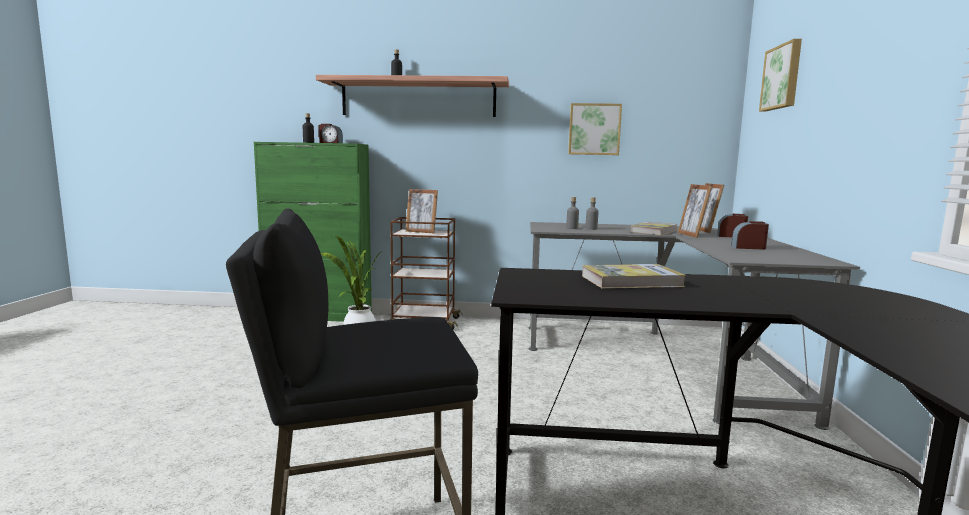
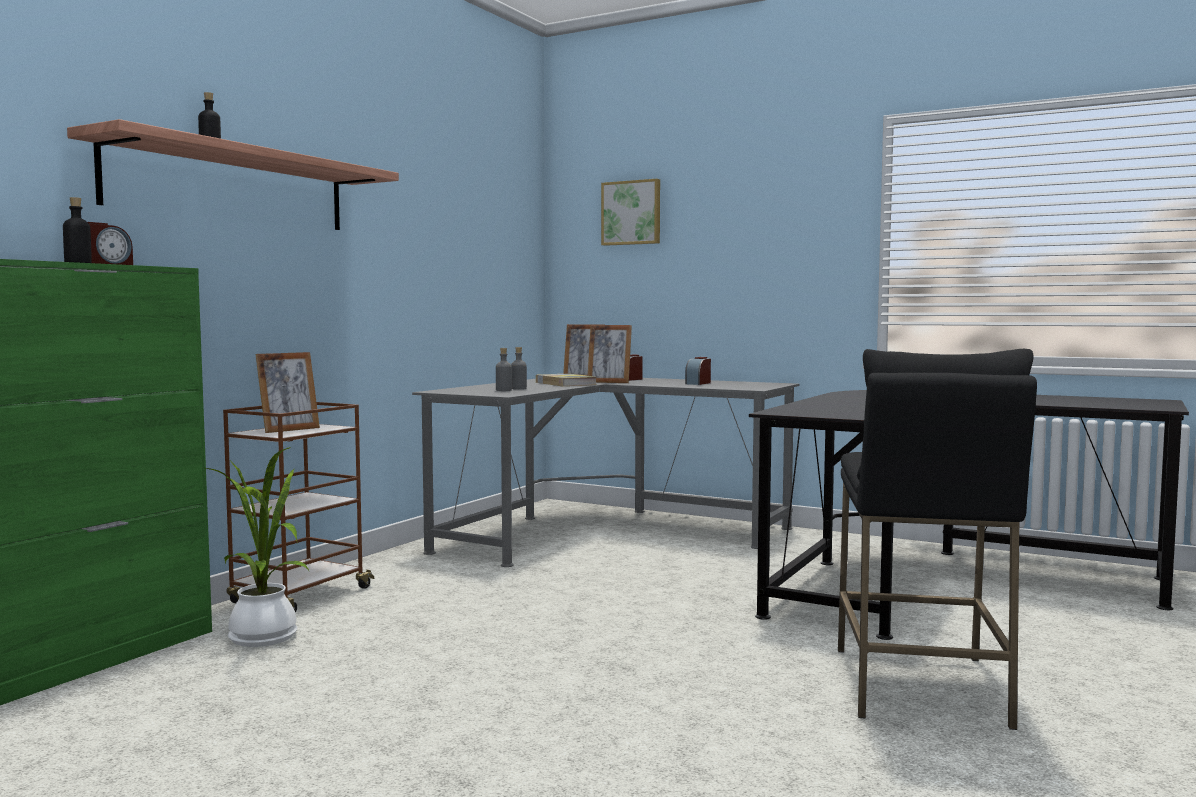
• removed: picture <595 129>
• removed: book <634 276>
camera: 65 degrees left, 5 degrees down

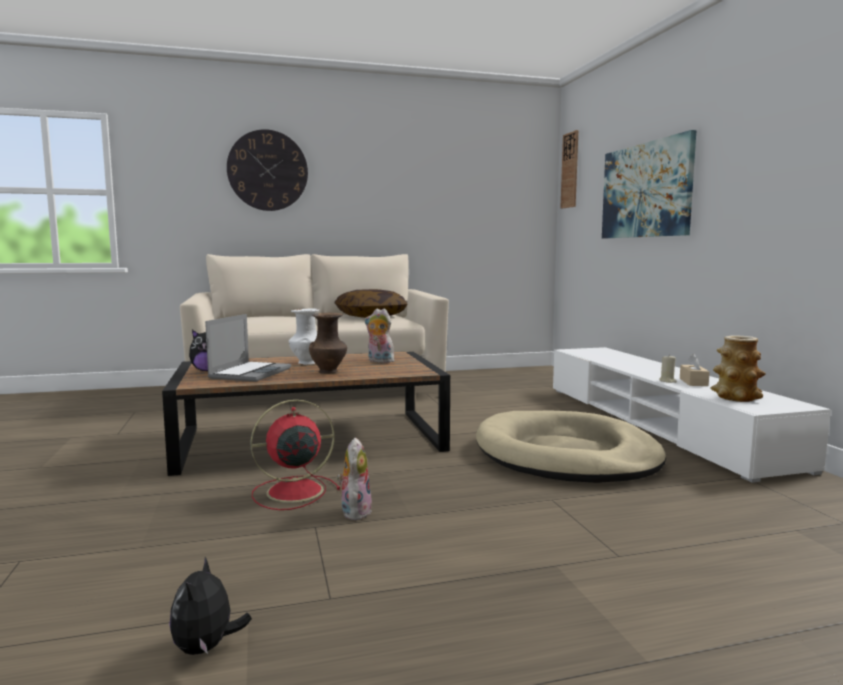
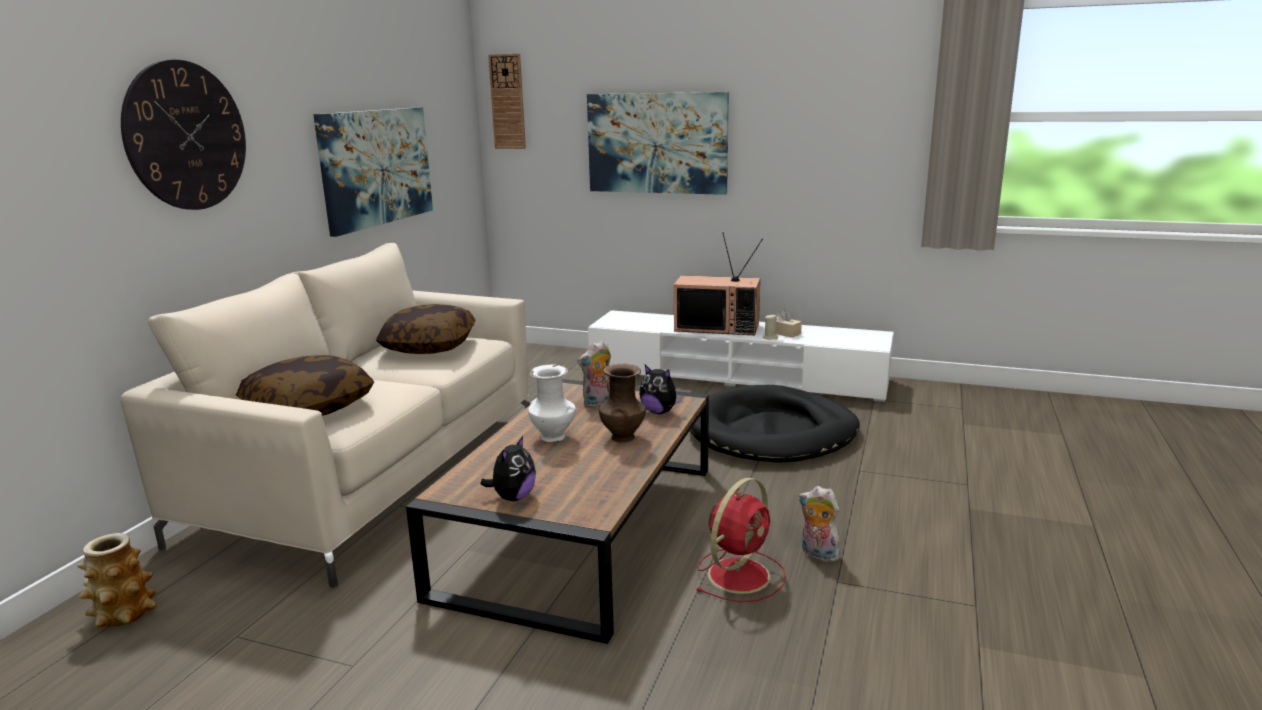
• moved: vase <738 369> to <117 580>
• added: pillow <305 385>
• added: picture <373 172>
• moved: plush toy <211 606> to <661 389>
• added: television <718 283>
• recoloured: dog bed in beige <571 447> to dog bed in black <775 424>
• turned: fan in red <295 454> = <741 540> 150 degrees counterclockwise
• removed: laptop <248 348>
camera: 55 degrees left, 10 degrees up

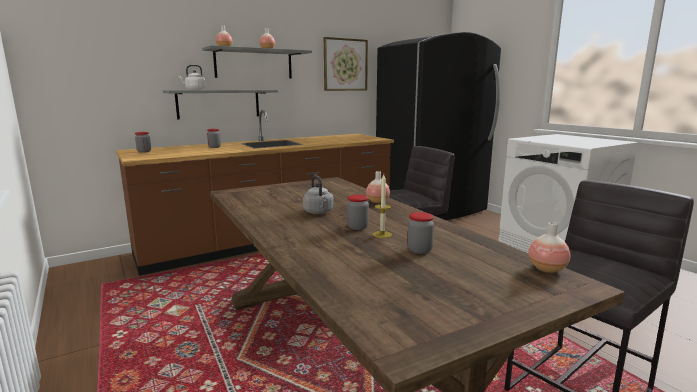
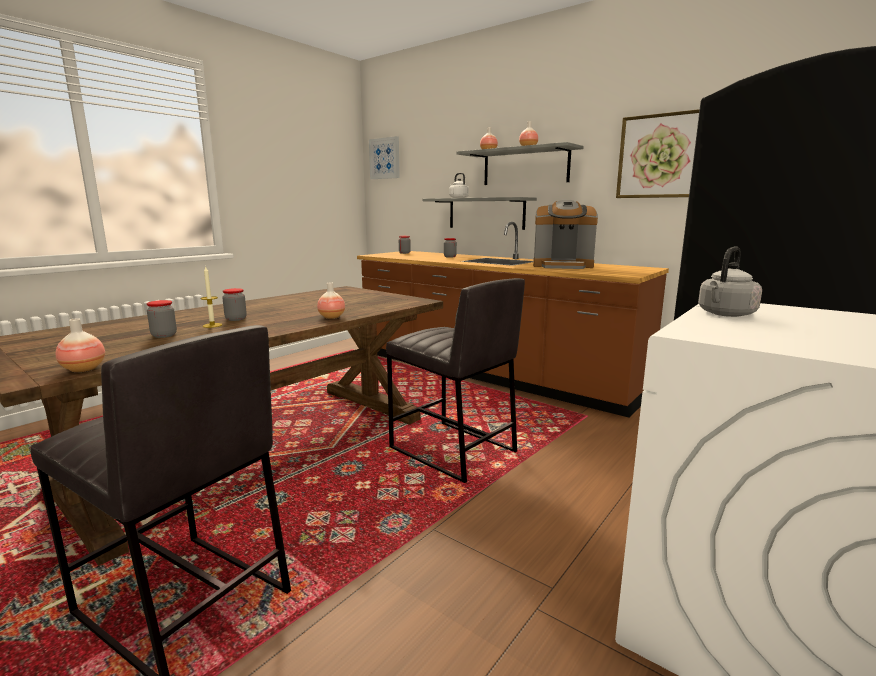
• added: picture <384 157>
• added: coffee machine <565 234>
• moved: kettle in grey <318 194> to <730 282>
camera: 70 degrees right, 0 degrees up

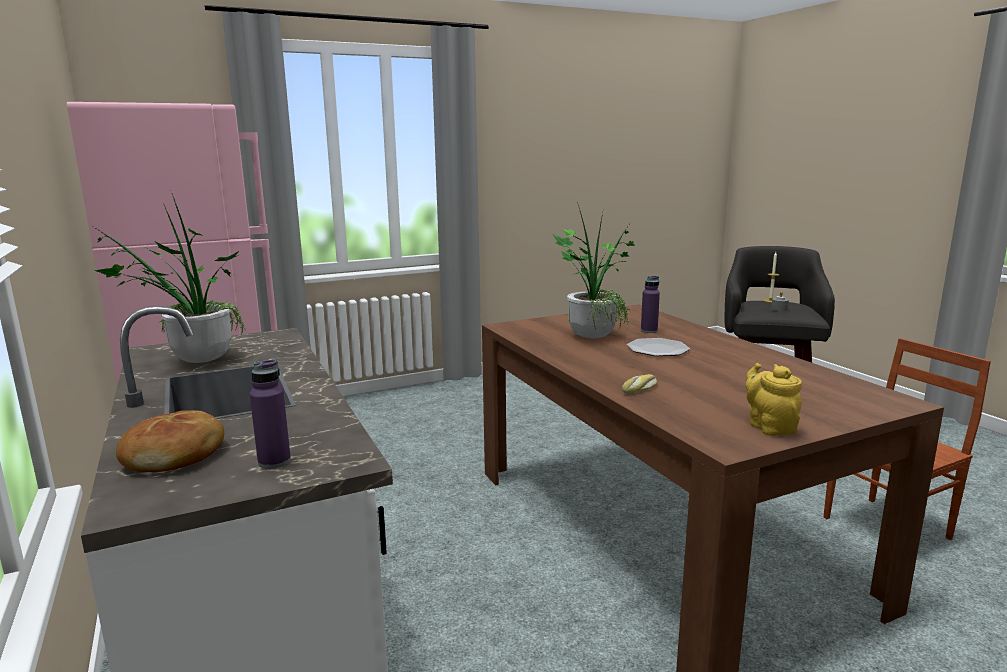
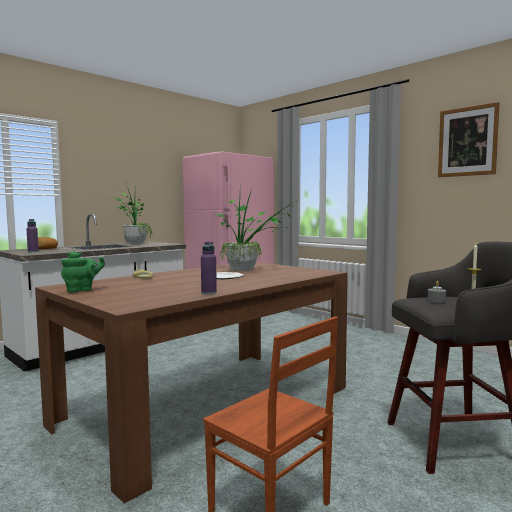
• recoloured: teapot in yellow <774 399> to teapot in green <83 271>
• moved: bottle in purple <650 304> to <209 268>
• added: picture <469 139>
camera: 70 degrees right, 10 degrees down

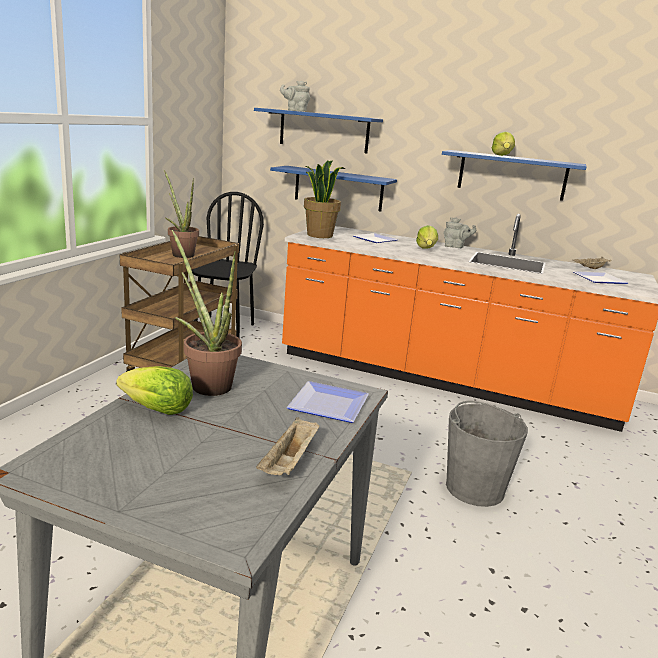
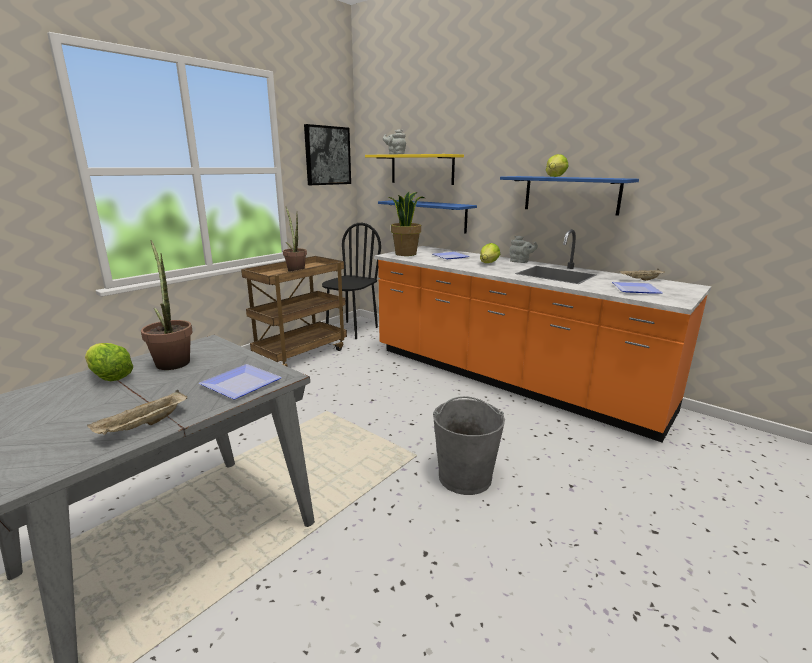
• added: picture <327 154>
• recoloured: shelf in blue <318 130> to shelf in yellow <414 169>
camera: 20 degrees right, 0 degrees up

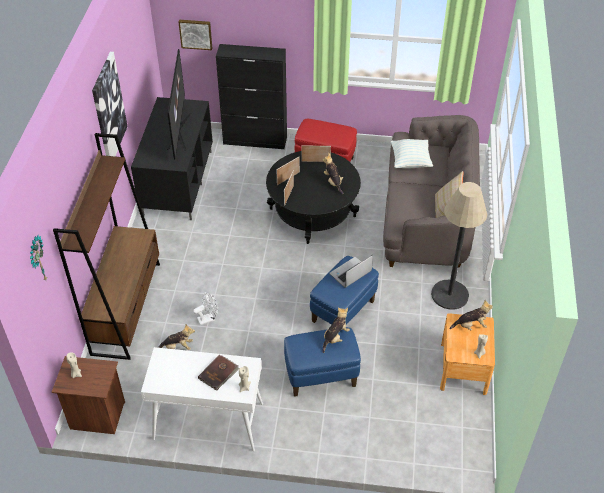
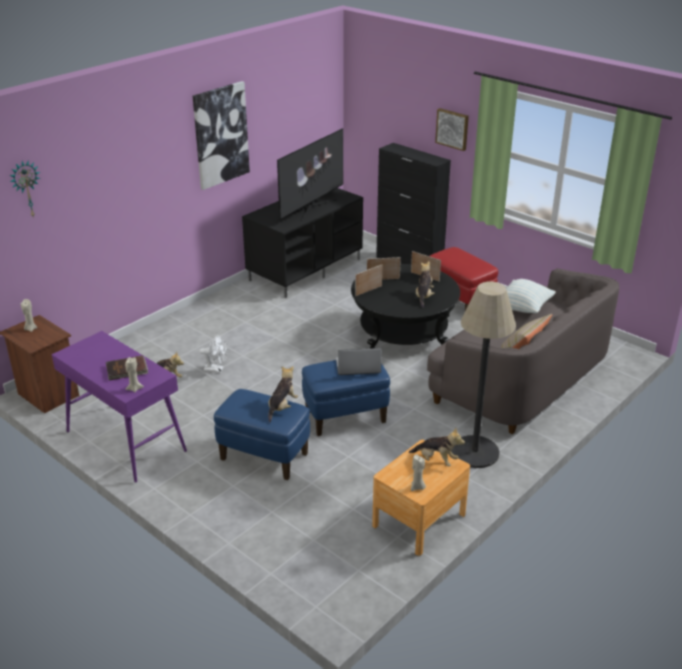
• recoloured: console table in white <202 399> to console table in purple <119 407>
• turned: plush toy <336 330> = <283 394> 45 degrees counterclockwise
• moved: picture <195 35> to <452 129>
• removed: bookcase in brown <106 246>
camera: 35 degrees right, 15 degrees down

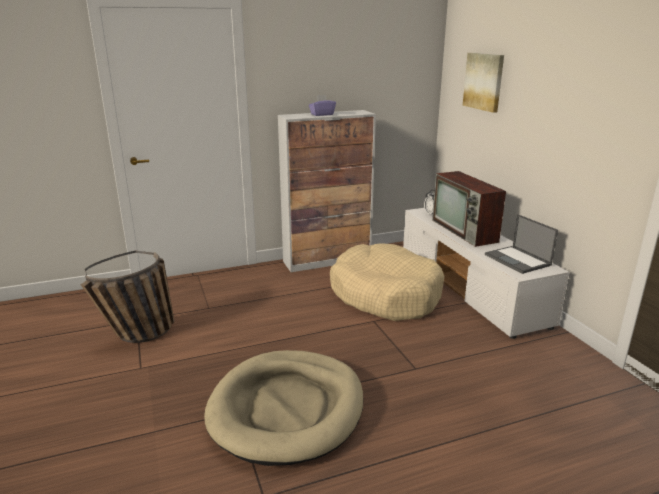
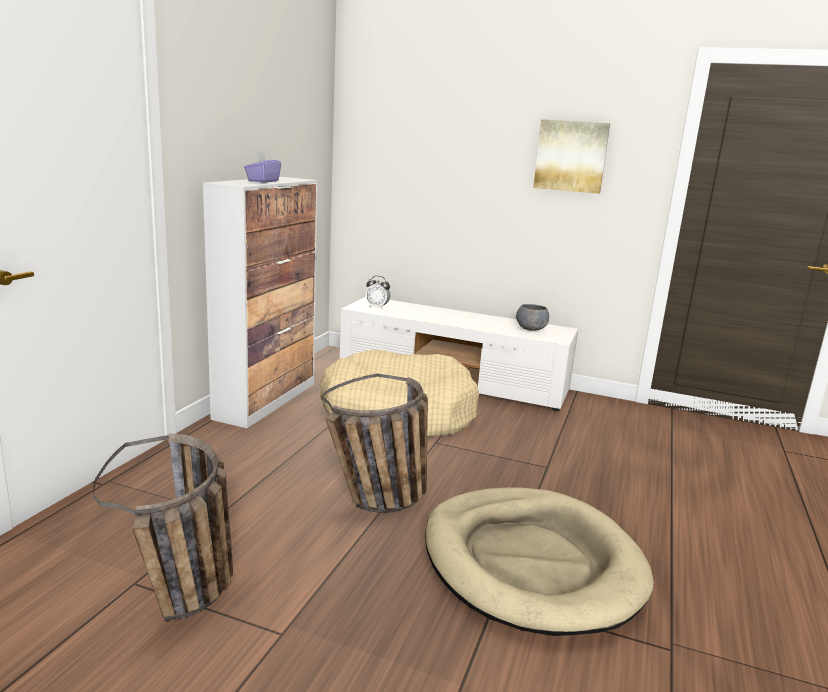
• added: basket <375 443>
• replaced: laptop <521 244> to bowl in grey <532 317>
• moved: picture <483 83> to <571 156>
• removed: television <469 209>
camera: 50 degrees left, 5 degrees down

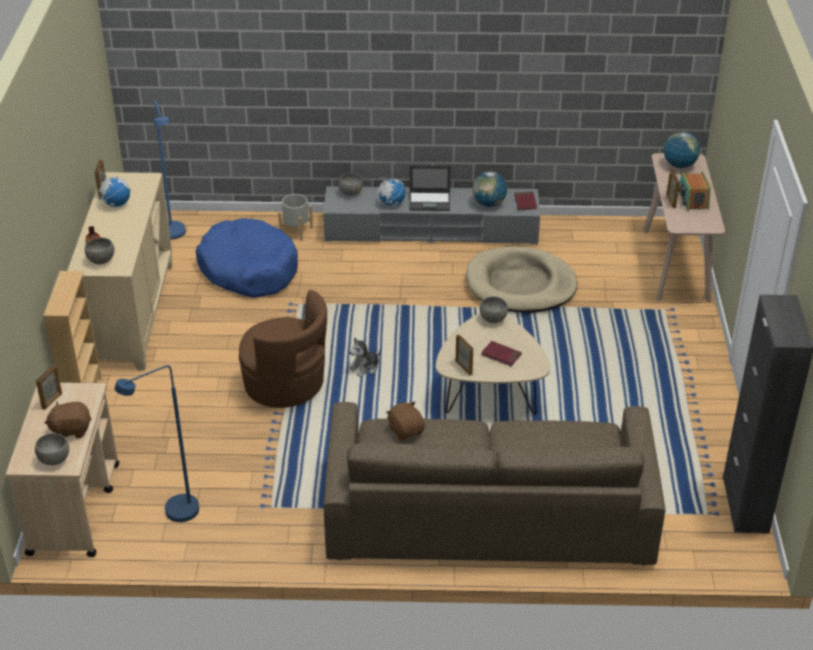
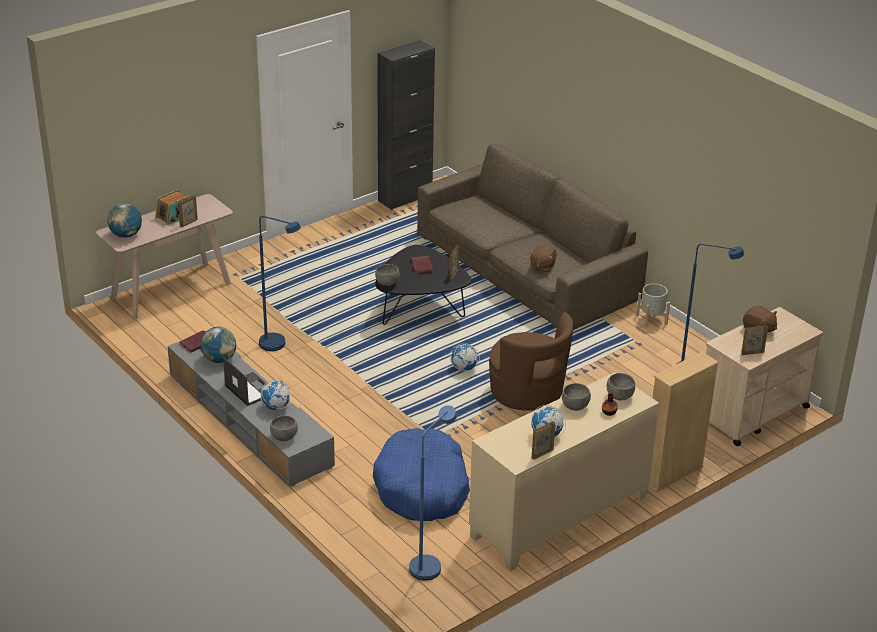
• replaced: dog bed in beige <521 279> to floor lamp in blue <280 283>
• recoloured: coffee table in beige <493 363> to coffee table in black <423 285>
• replaced: plush toy <365 357> to globe <465 357>
• turned: armchair in brown <283 349> = <531 361> 150 degrees clockwise
• moved: bowl in grey <52 449> to <576 397>
• moved: planter in grey <295 217> to <653 306>
camera: 130 degrees left, 5 degrees down

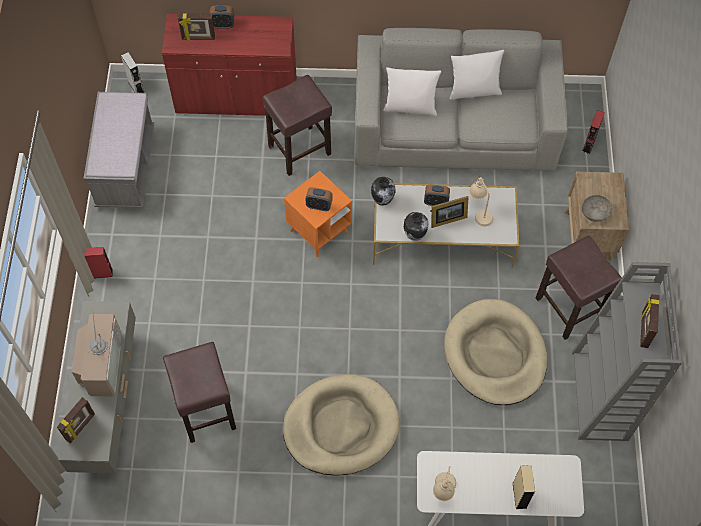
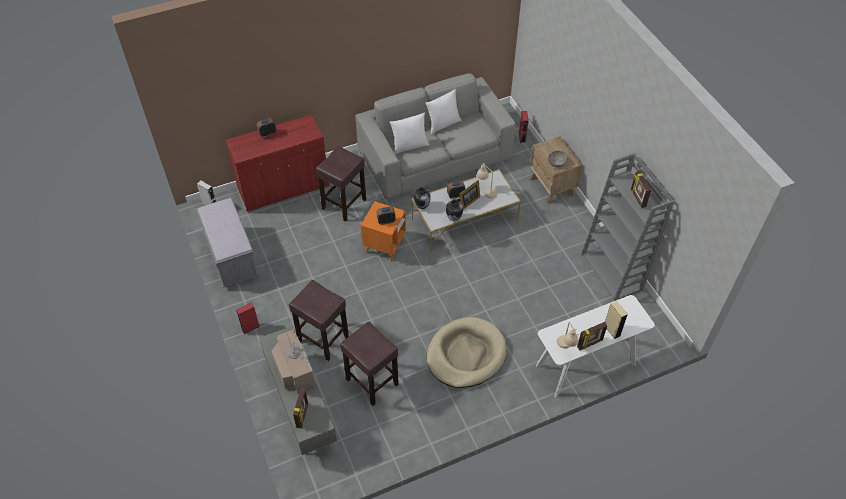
• moved: stool in brown <579 287> to <319 320>
• moved: picture frame <196 26> to <592 336>
• removed: dog bed in beige <495 352>
camera: 25 degrees left, 10 degrees down

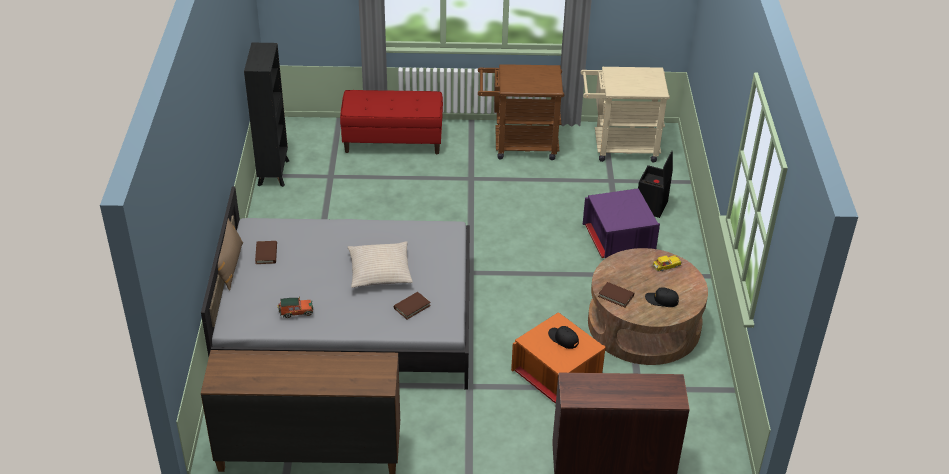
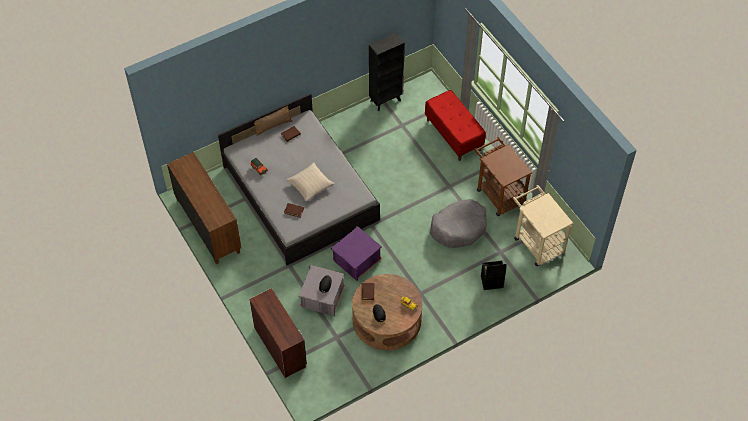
• recoloured: storage box in orange <558 358> to storage box in grey <321 290>
• moved: storage box in purple <621 223> to <356 253>
• added: dog bed in grey <458 223>
camera: 60 degrees right, 15 degrees up

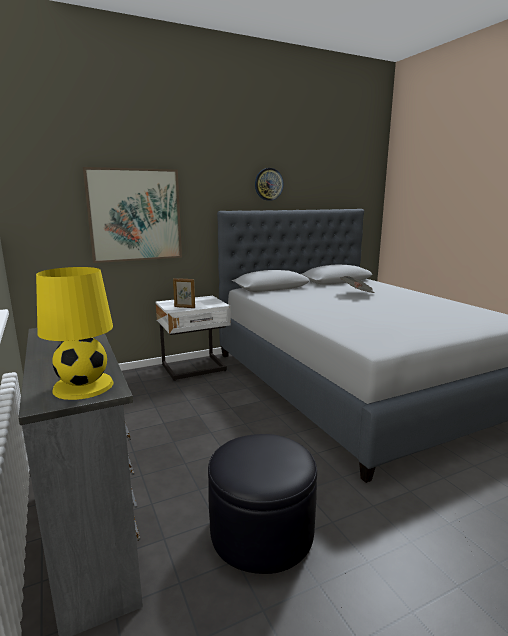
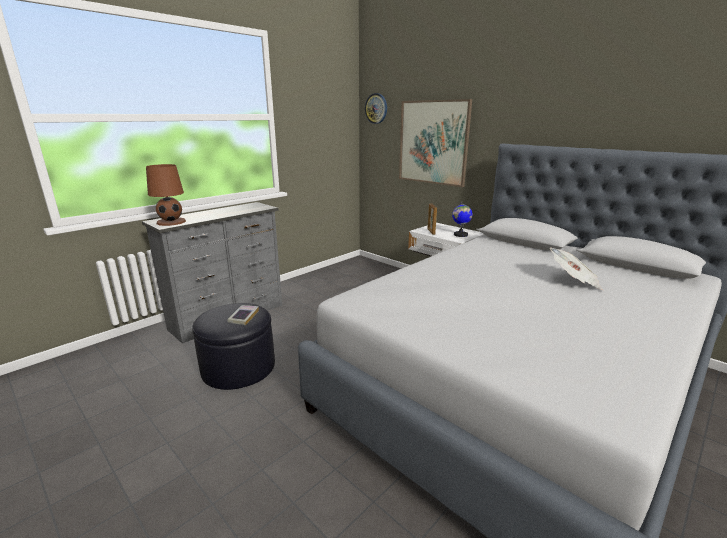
• recoloured: table lamp in yellow <75 333> to table lamp in brown <166 195>
• added: book <243 315>
• moved: wall clock <269 184> to <376 108>
• added: globe <462 219>
camera: 70 degrees right, 5 degrees up

